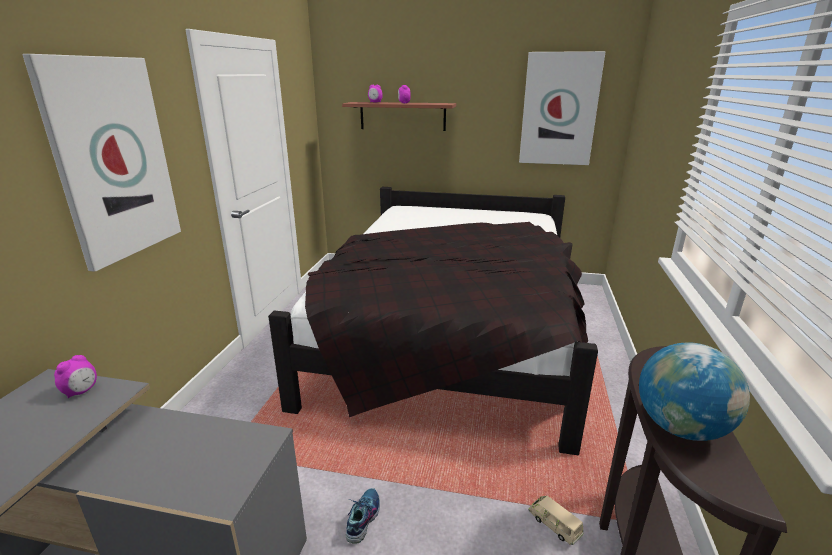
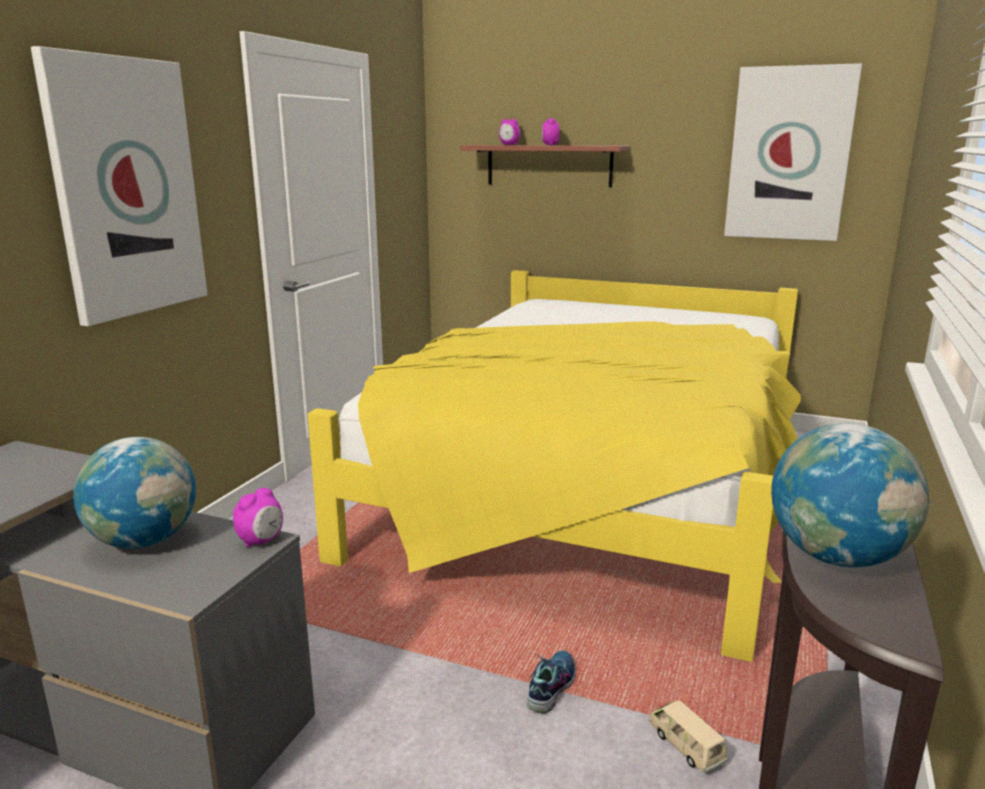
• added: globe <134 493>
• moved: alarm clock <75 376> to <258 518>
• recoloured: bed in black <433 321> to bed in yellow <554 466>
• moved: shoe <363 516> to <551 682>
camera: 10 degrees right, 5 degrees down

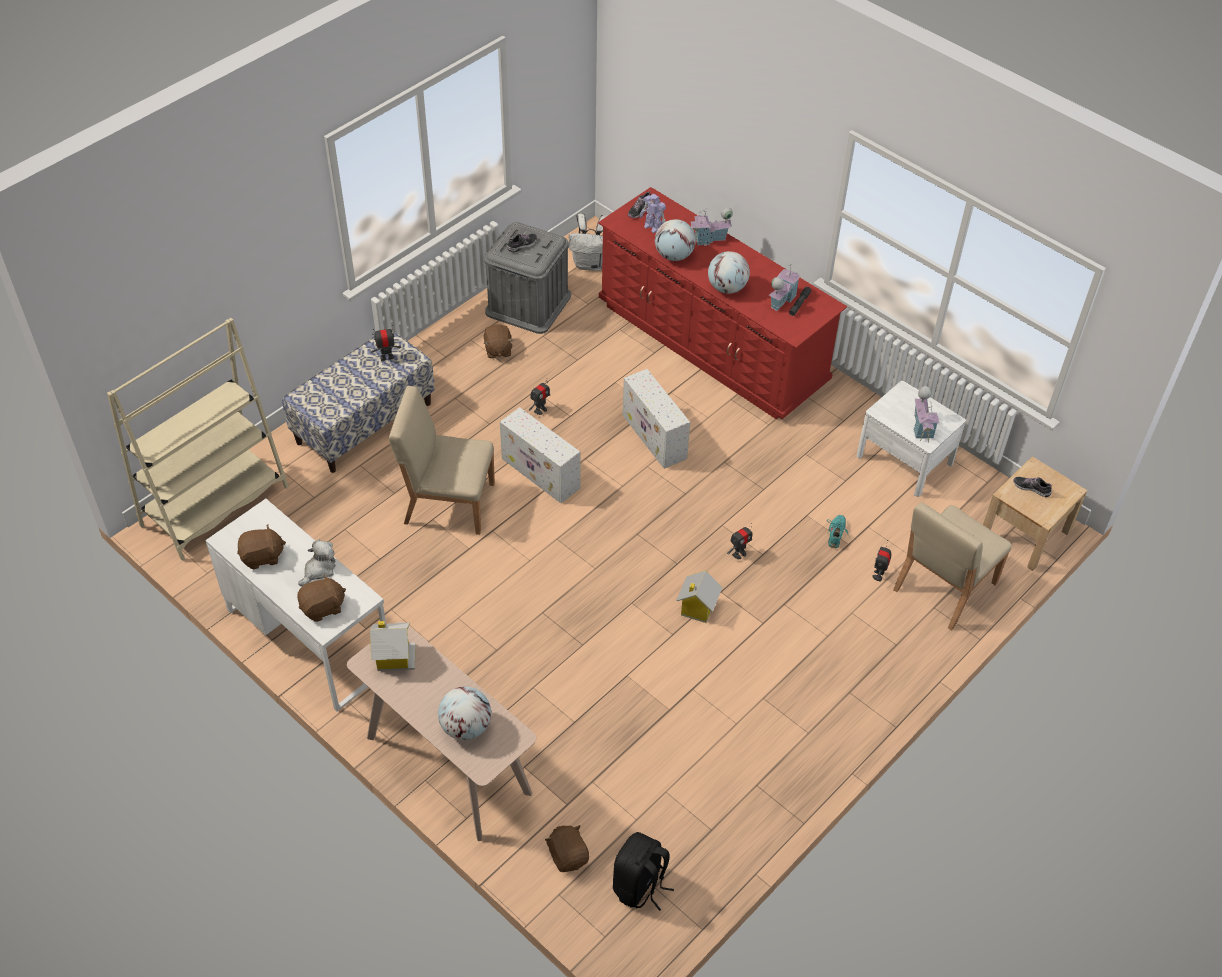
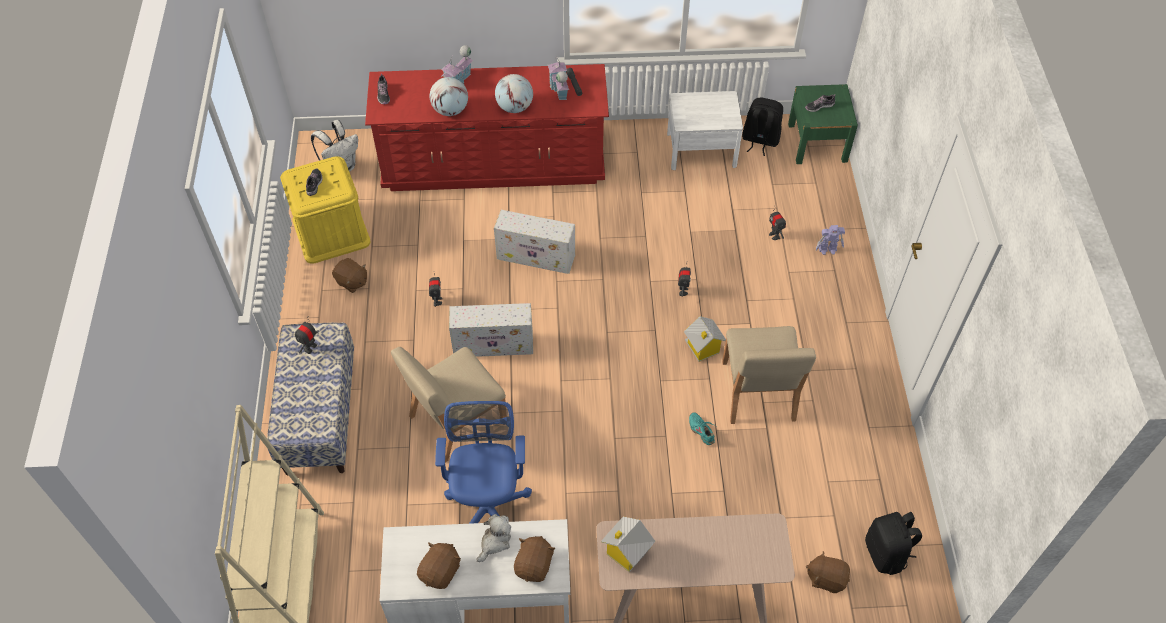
• recoloured: storage box in grey <527 278> to storage box in yellow <325 210>
• added: office chair in blue <483 462>
• turned: plush toy <317 563> = <494 538> 45 degrees clockwise
• moved: shoe in turquoise <837 531> to <703 428>
• moved: chair in beige <952 567> to <769 375>
• added: backpack in black <762 126>
• recoloured: nightstand in beige <1035 513> to nightstand in green <823 124>
• moved: toy robot <652 213> to <830 240>
• removed: globe <464 713>
• removed: toy house <926 414>
camera: 45 degrees left, 5 degrees up

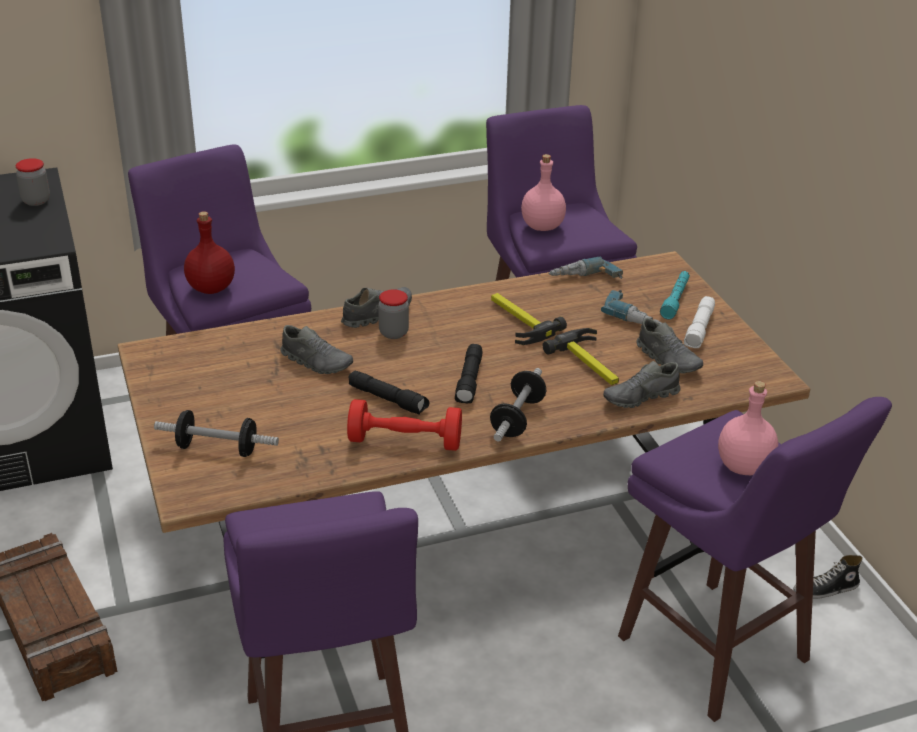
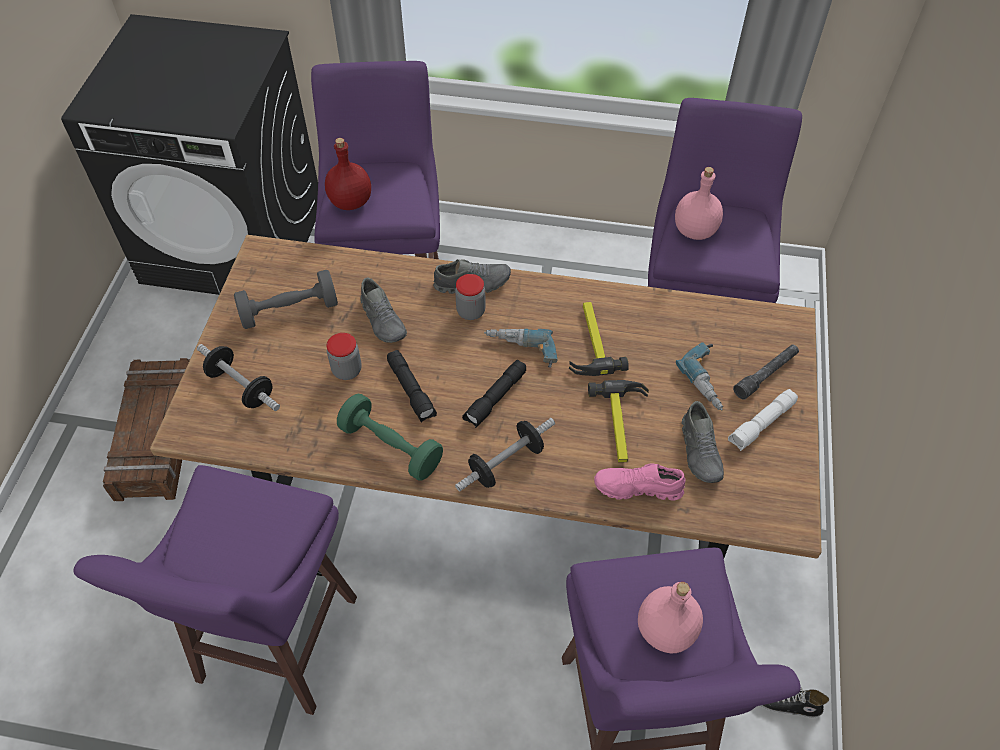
• added: dumbbell in grey <286 299>
• moved: jar <33 182> to <344 356>
• recoloured: dumbbell in red <404 425> to dumbbell in green <390 436>
• moved: power drill <586 268> to <521 348>
• recoloured: shoe in grey <641 384> to shoe in pink <639 481>
• recoloured: flashlight in turquoise <675 295> to flashlight in grey <766 372>
camera: 30 degrees right, 20 degrees up

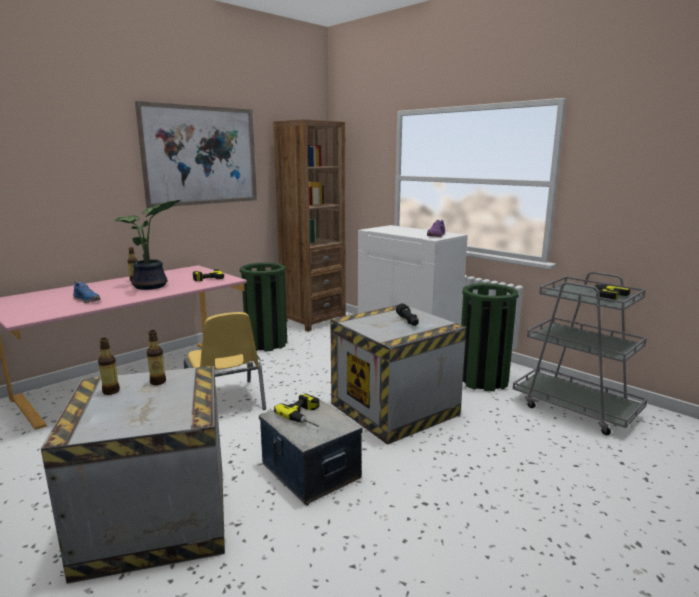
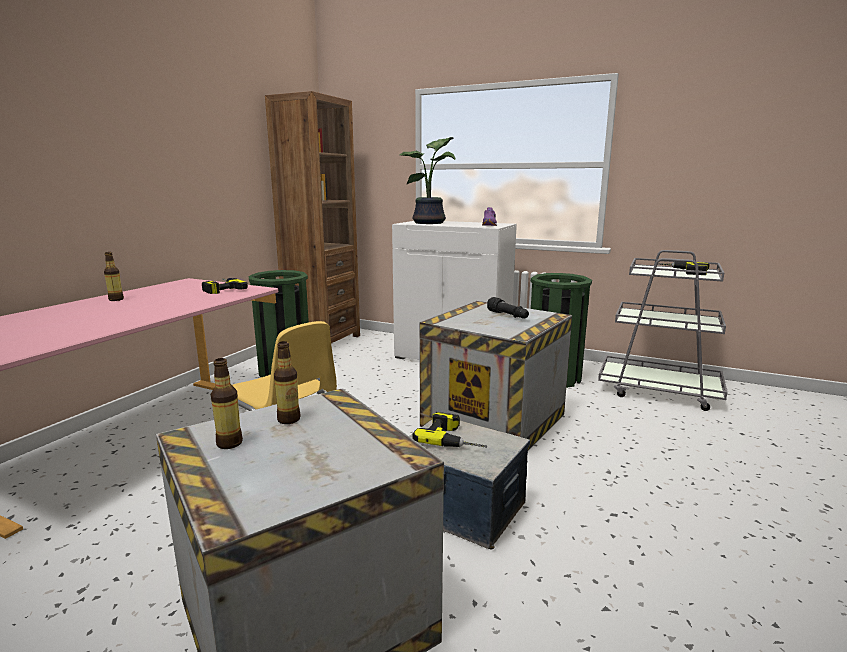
• moved: potted plant <147 245> to <427 180>
• removed: shoe in blue <87 292>
• removed: picture <196 154>
camera: 20 degrees left, 0 degrees up

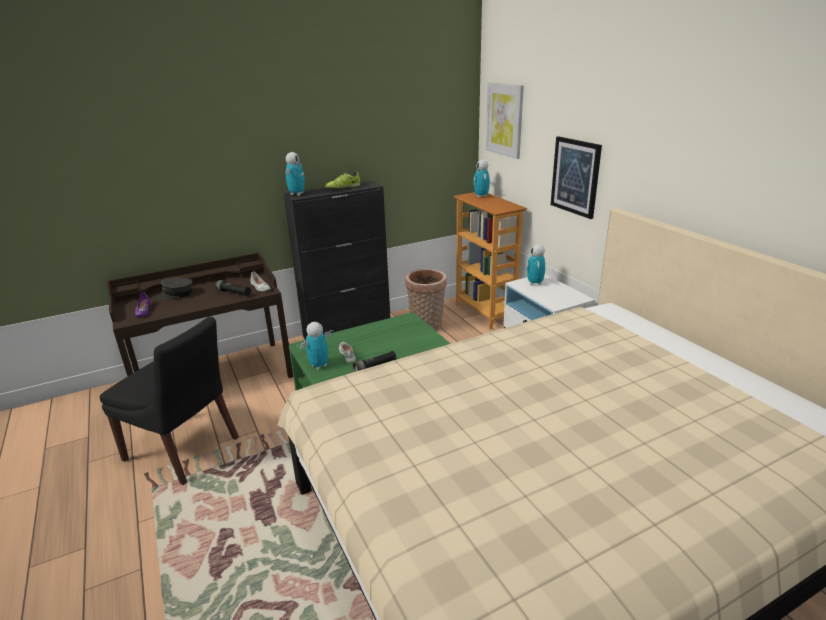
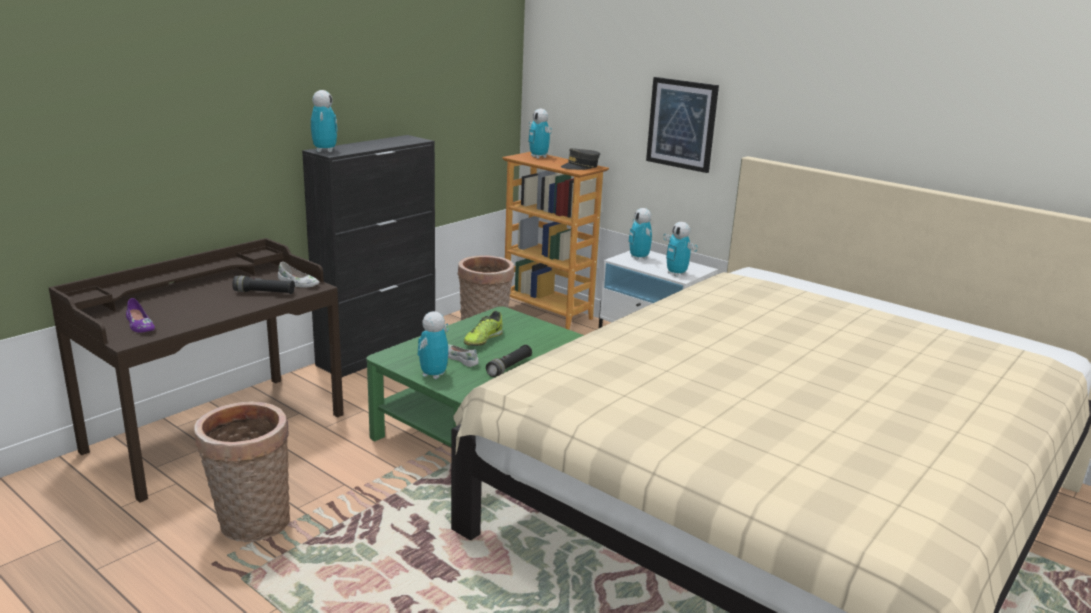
• replaced: chair in black <169 401> to basket <242 471>
• moved: shoe <343 180> to <483 328>
• moved: cap in grey <173 289> to <580 159>
• added: toy robot <681 249>
• removed: picture <505 120>
camera: 25 degrees left, 5 degrees down

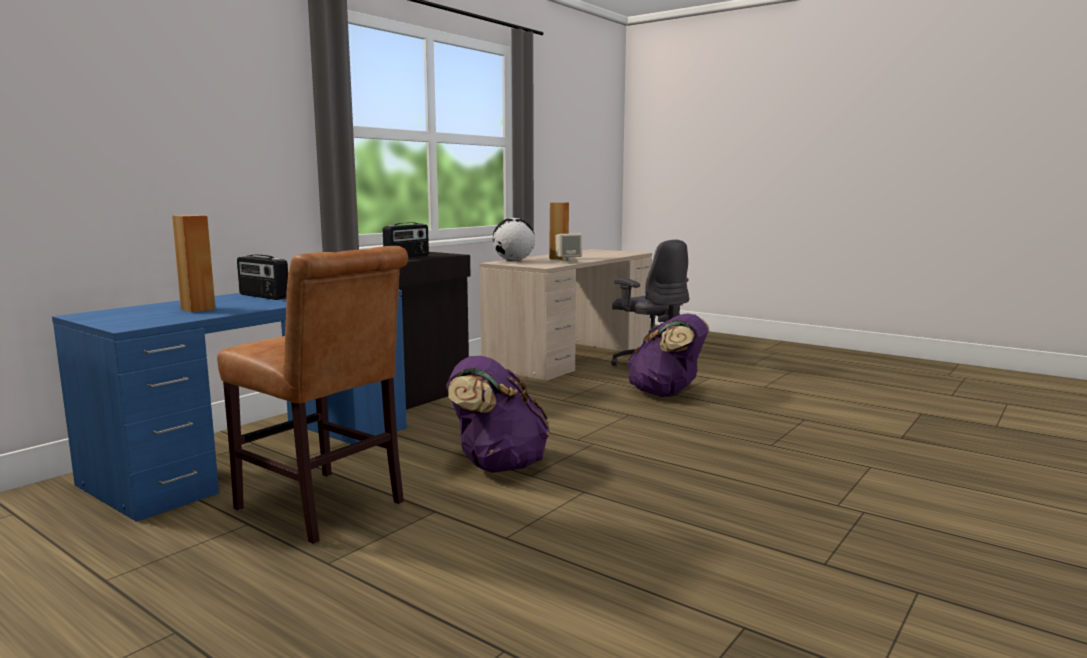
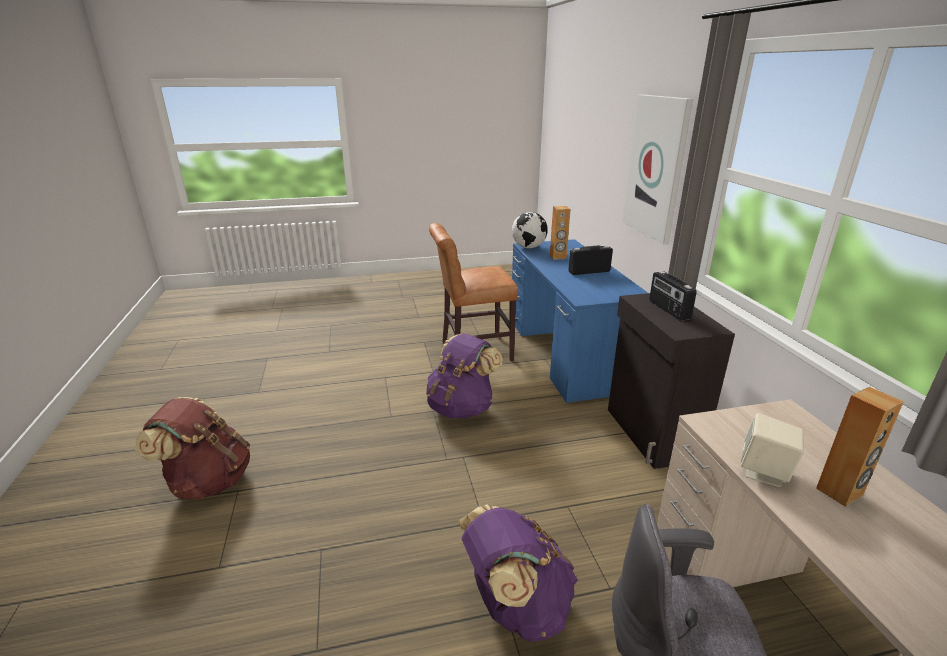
• added: backpack in brown <192 448>
• moved: globe <513 239> to <530 230>
• added: picture <657 169>
camera: 130 degrees right, 15 degrees up

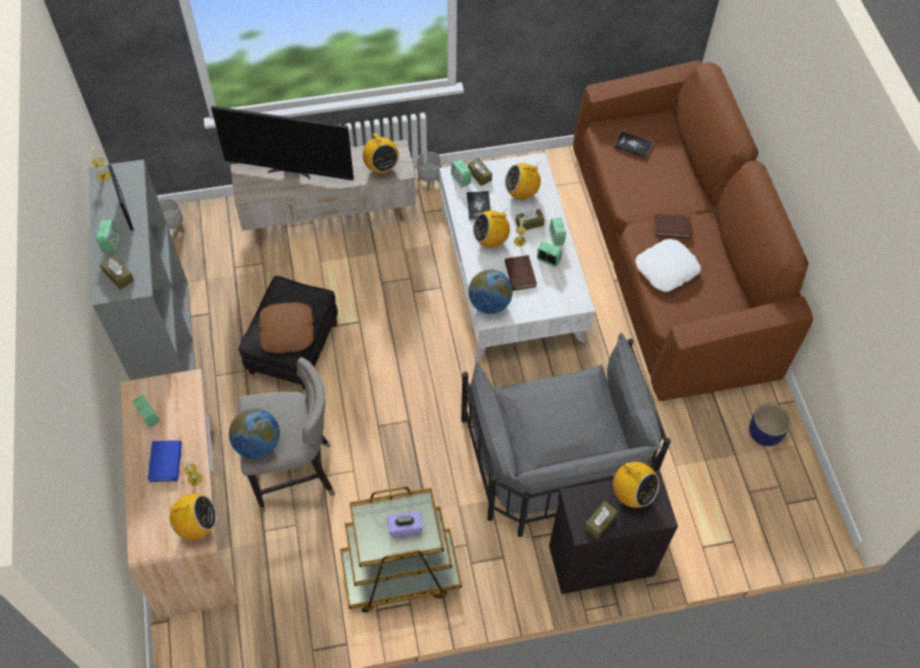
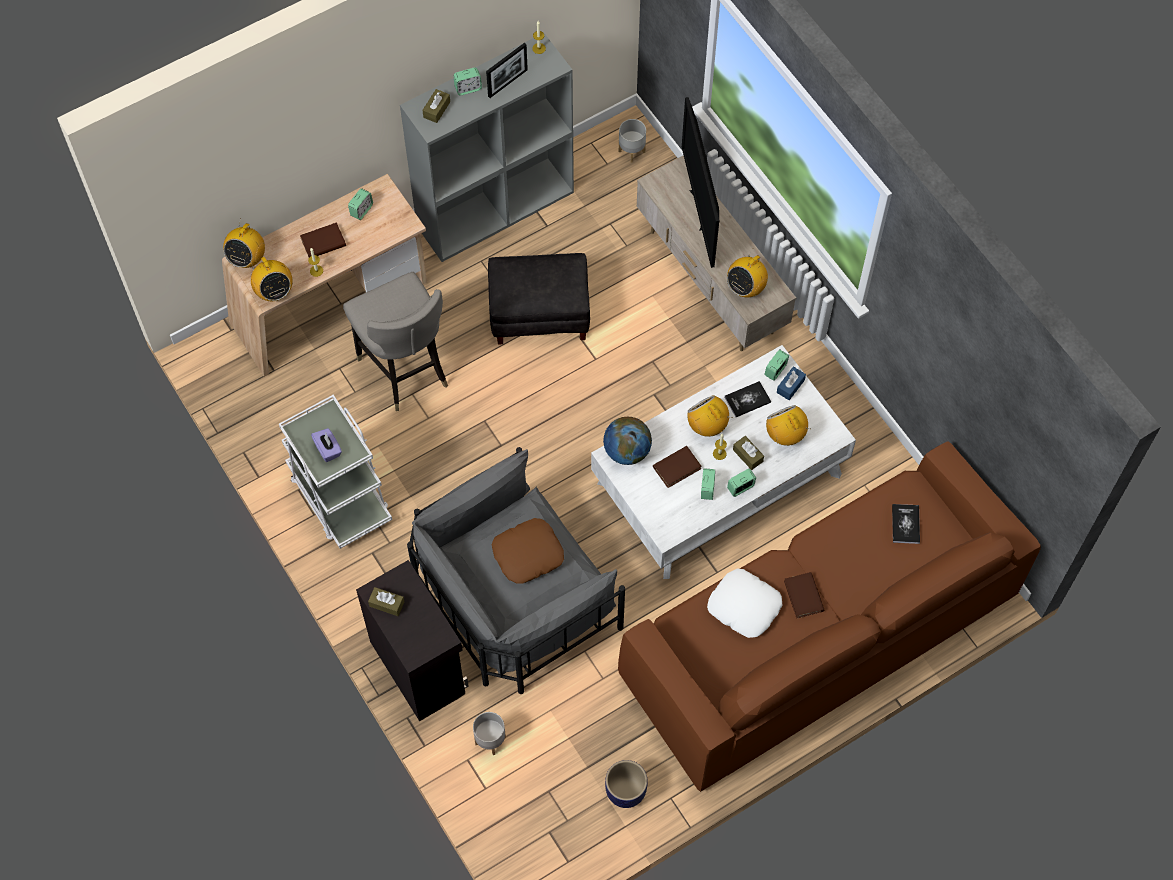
• moved: radio <635 485> to <244 243>
• recoloured: cart in brown <401 549> to cart in white <335 472>
• recoloured: book in blue <165 461> to book in brown <323 239>
• moved: planter in grey <429 172> to <489 733>
• moved: pillow in brown <286 327> to <528 551>
• recoloured: tissue box in brown <480 172> to tissue box in blue <791 383>
• removed: globe <254 433>
camera: 70 degrees right, 5 degrees up

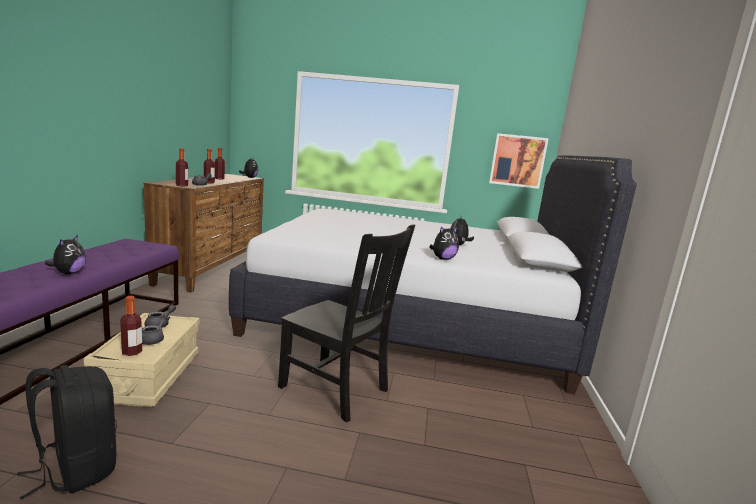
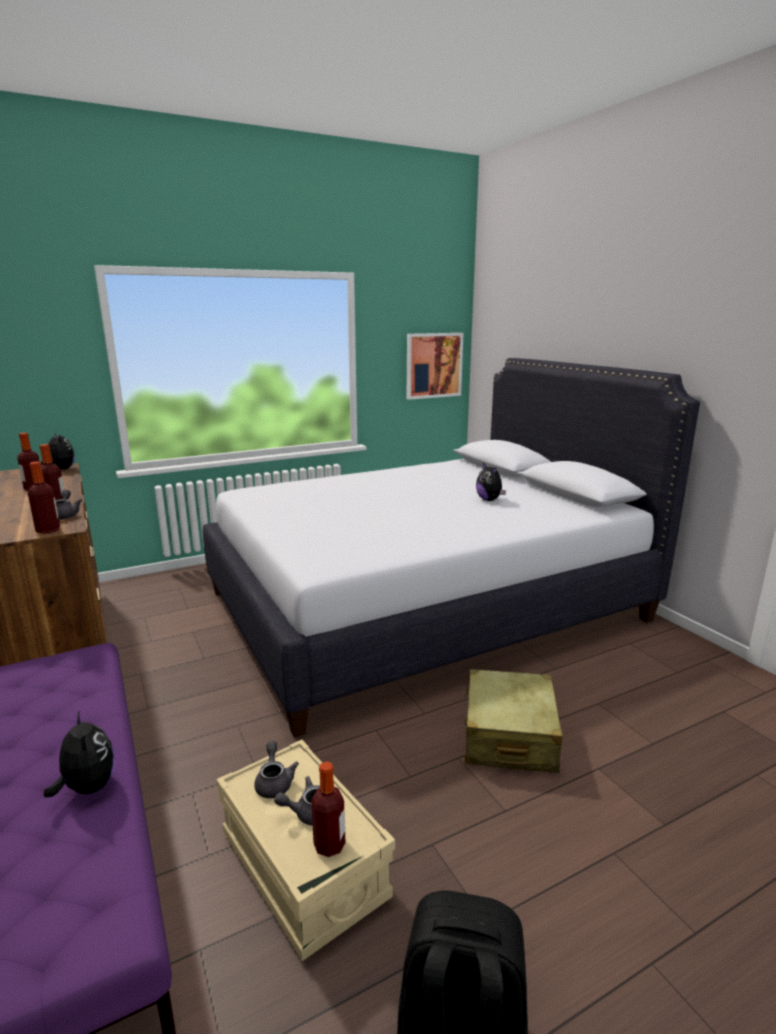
• replaced: chair in black <346 323> to suitcase in beige <513 721>
• removed: plush toy <444 243>
camera: 35 degrees left, 5 degrees up

